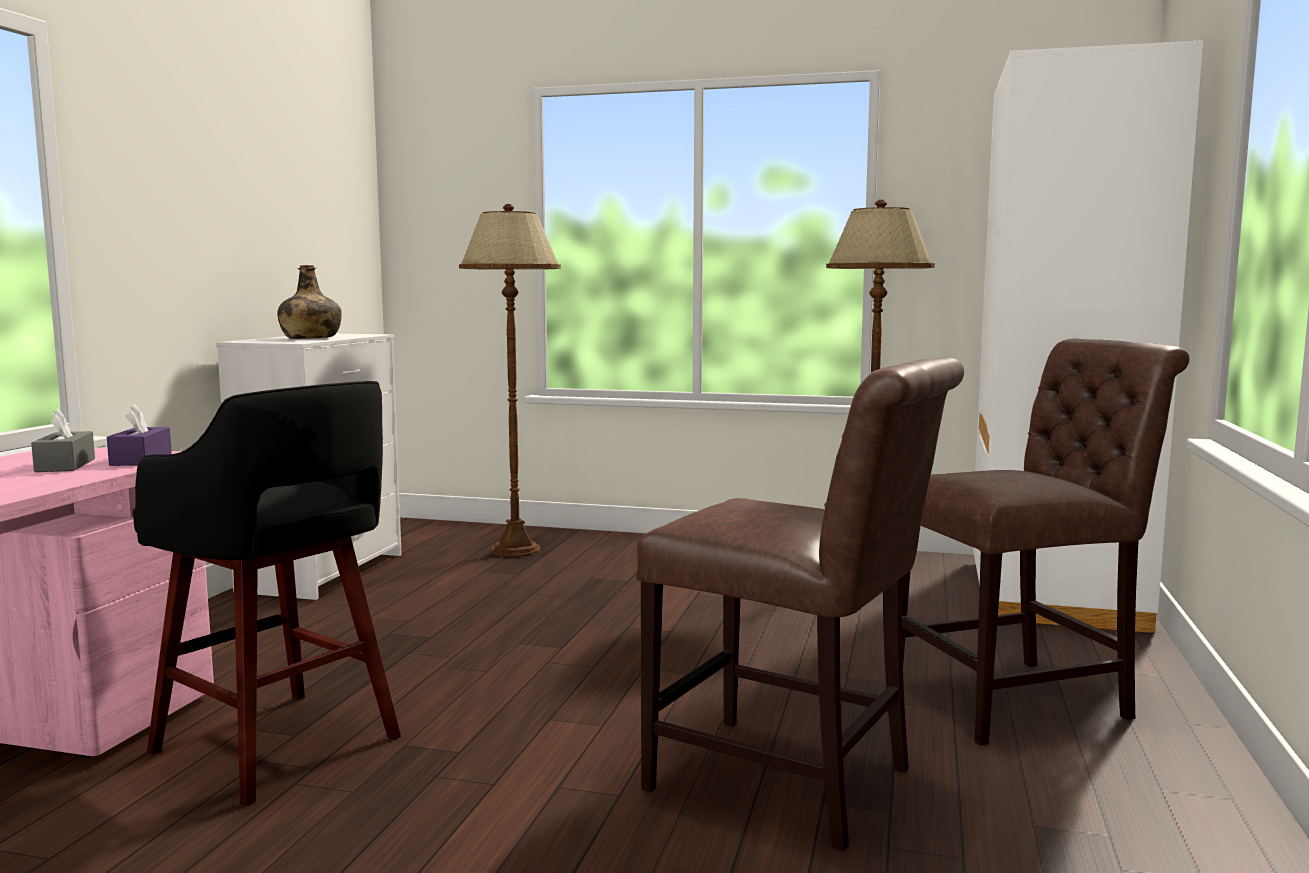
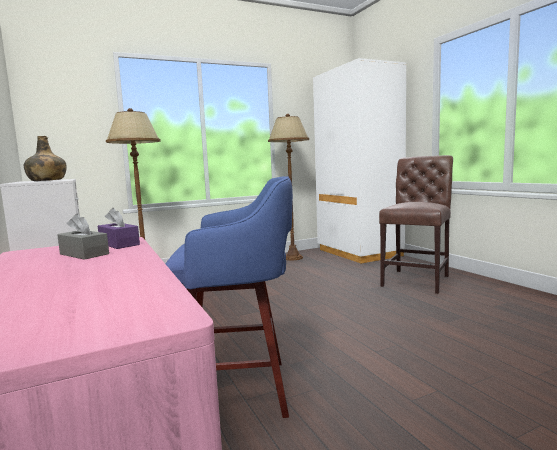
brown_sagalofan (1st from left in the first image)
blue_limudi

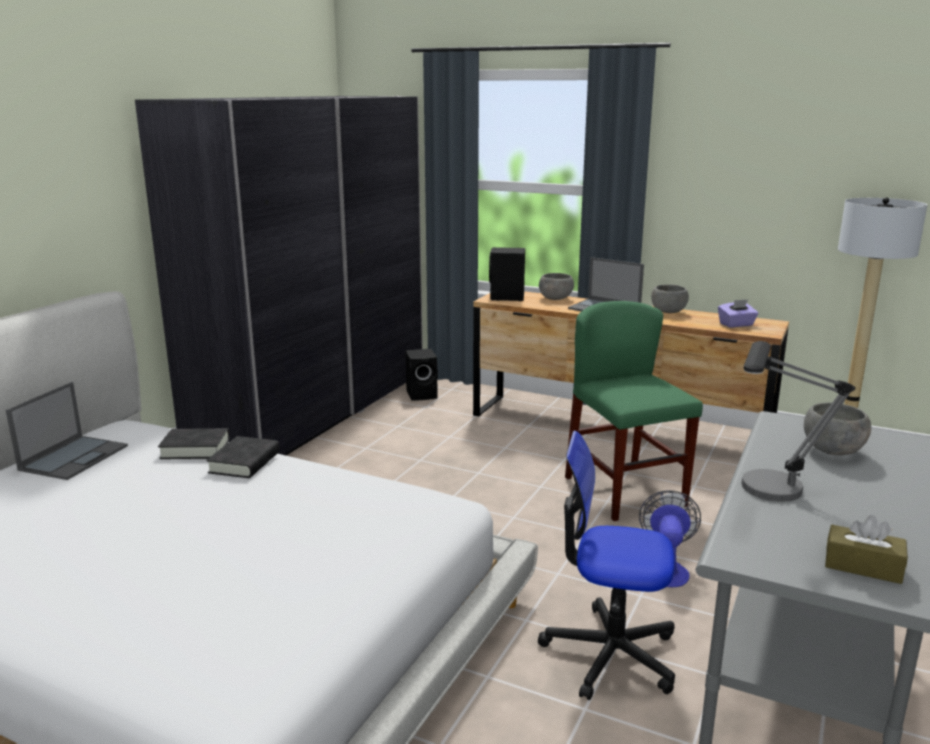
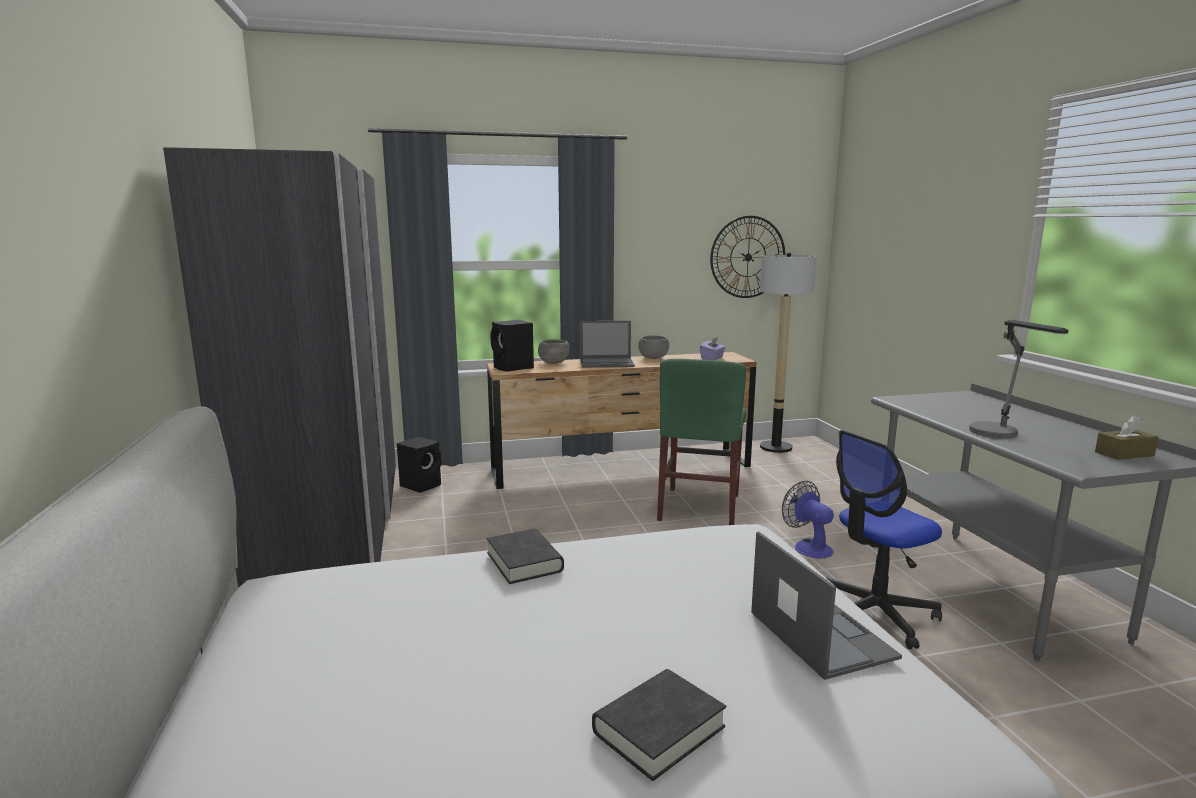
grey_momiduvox (3rd from left in the first image)
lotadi
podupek (2nd from left)
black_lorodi (2nd from left)
green_sagalofan

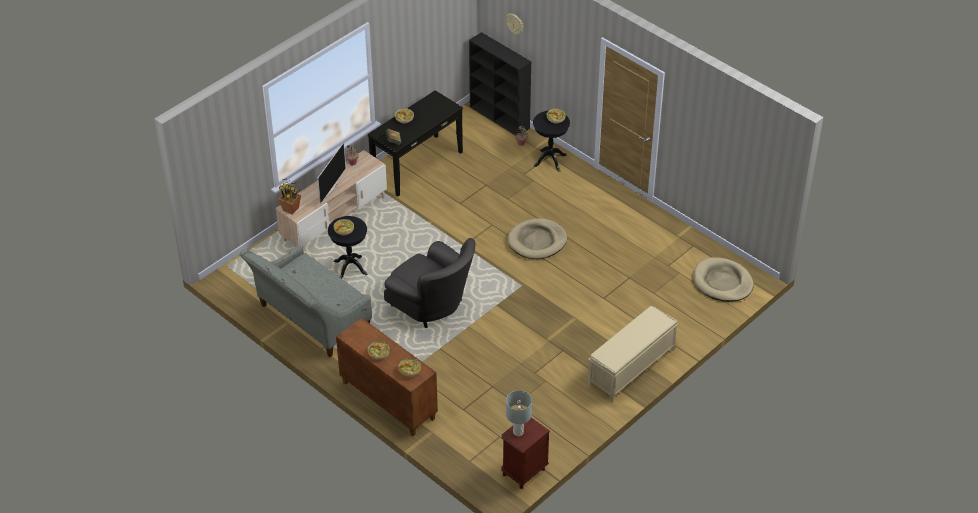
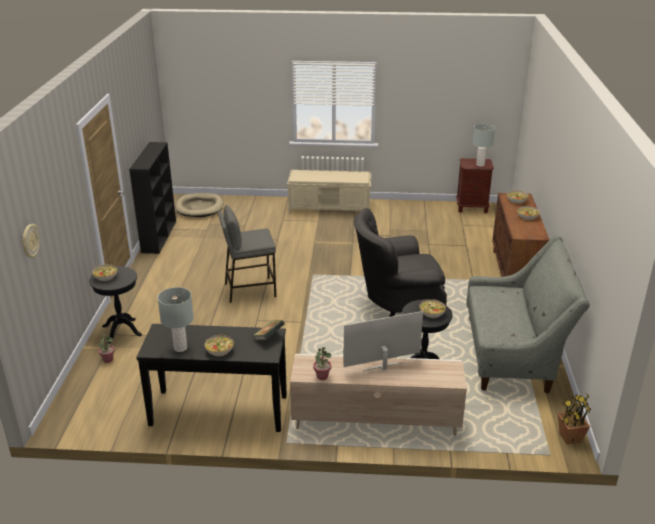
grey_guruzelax (1st from left)
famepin (3rd from left)
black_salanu
grey_limudi
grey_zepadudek

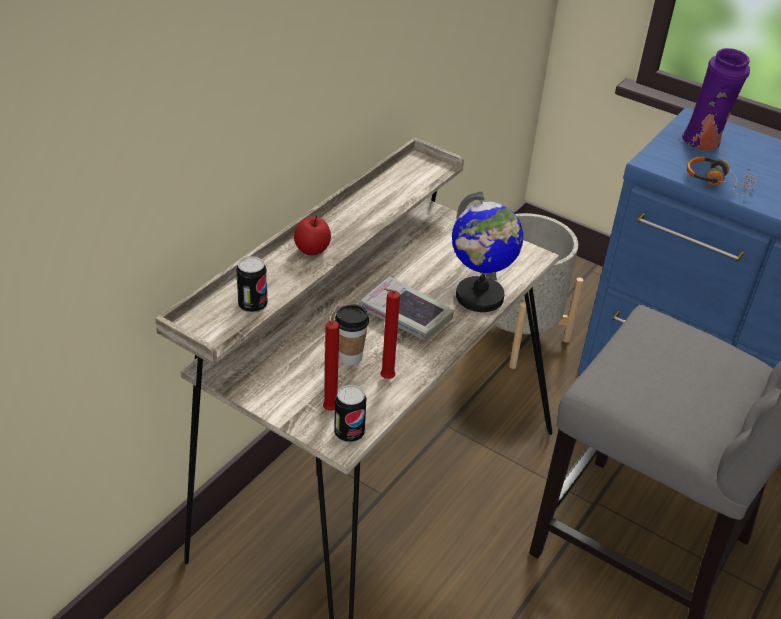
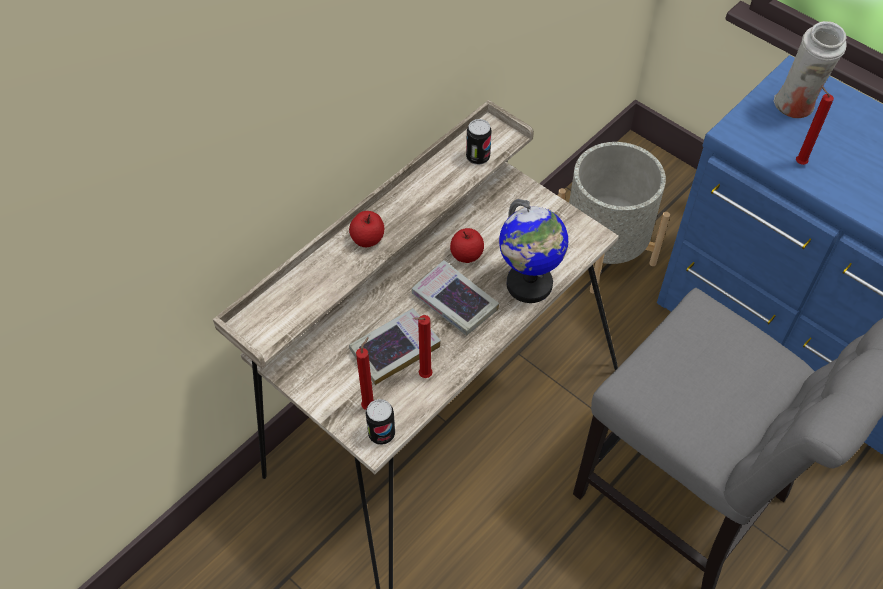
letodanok (2nd from left)
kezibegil (2nd from left)
lorodi (1st from left)
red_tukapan (3rd from left)
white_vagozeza

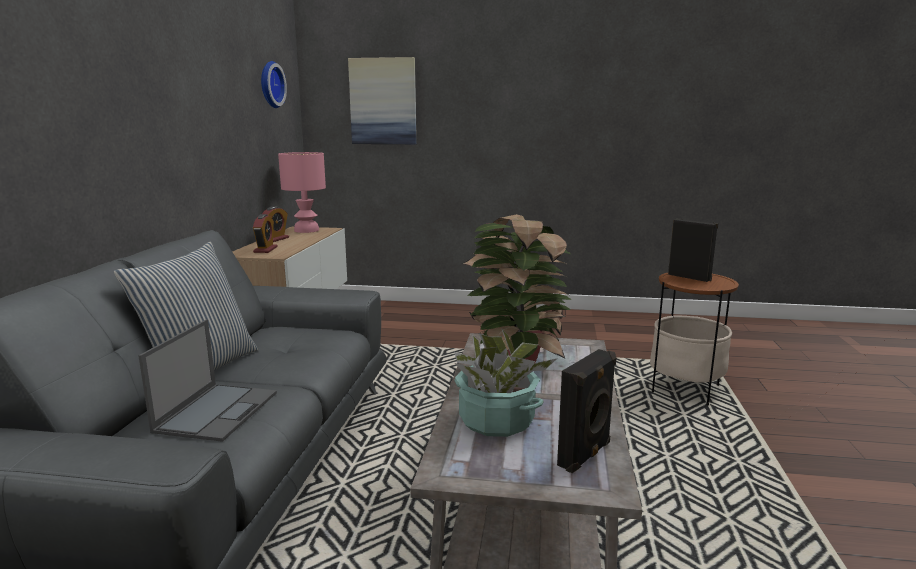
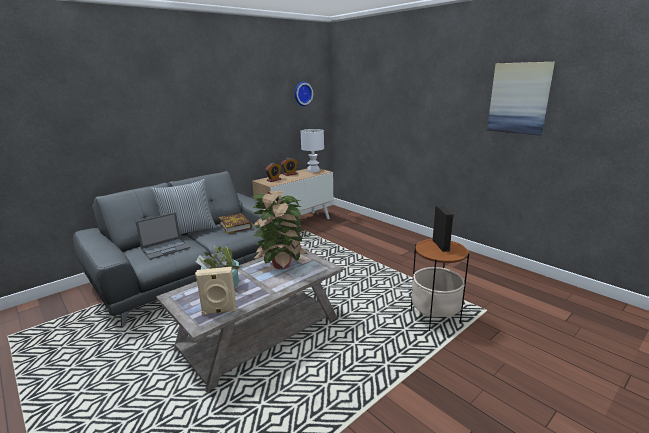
lorodi
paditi
white_guruzelax
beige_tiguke

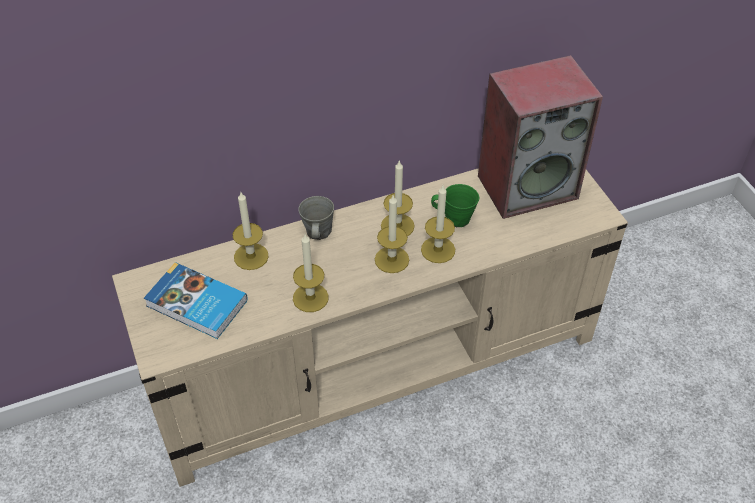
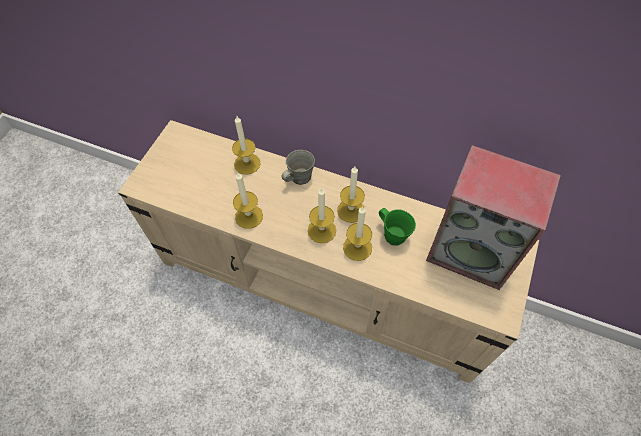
lorodi

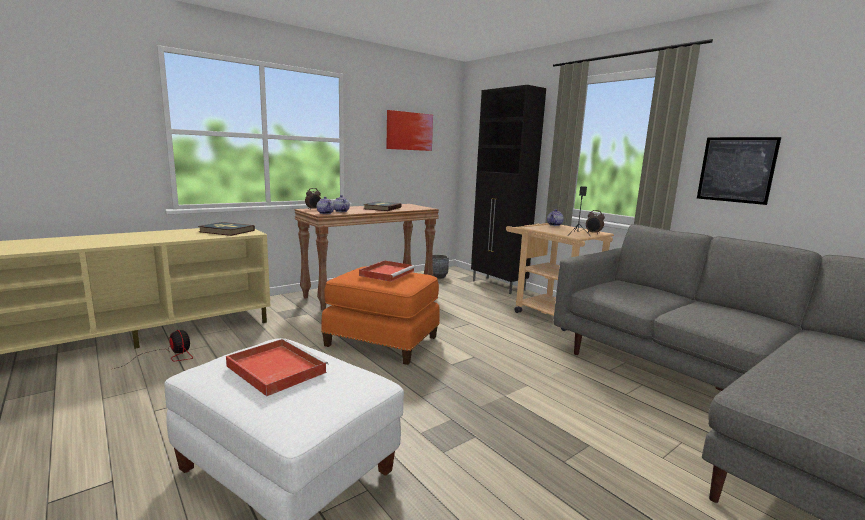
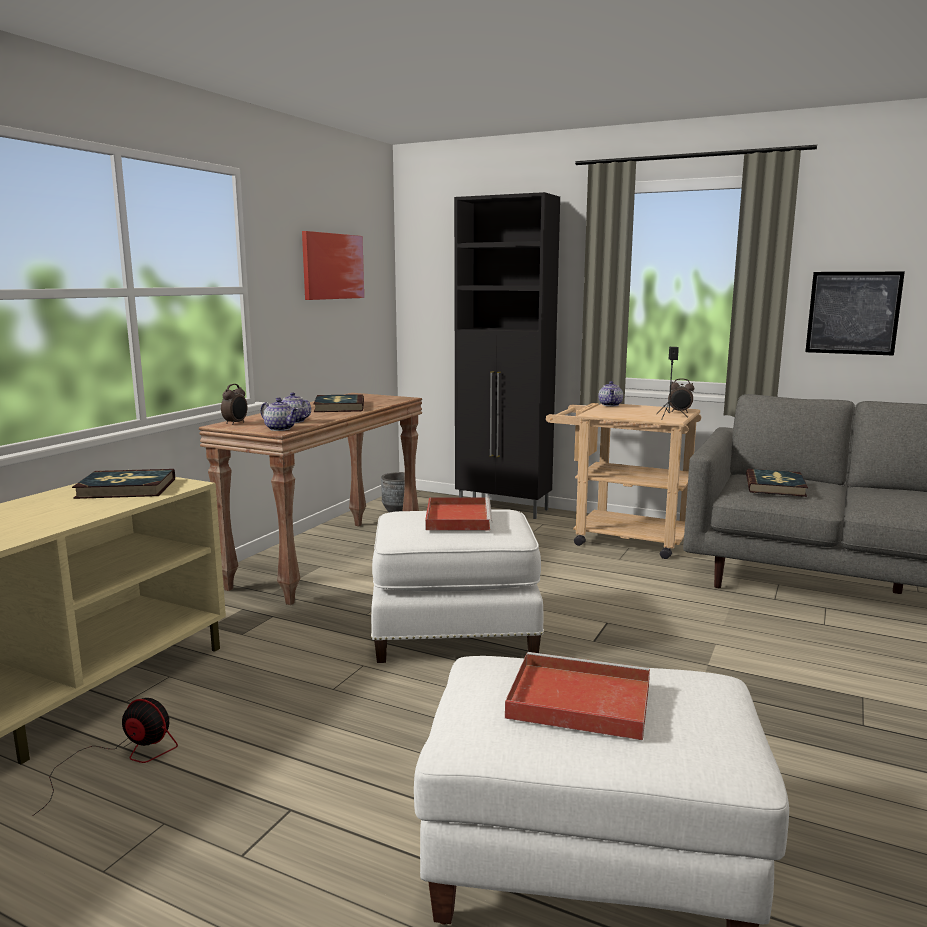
lorodi (3rd from left)
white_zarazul (1st from left)

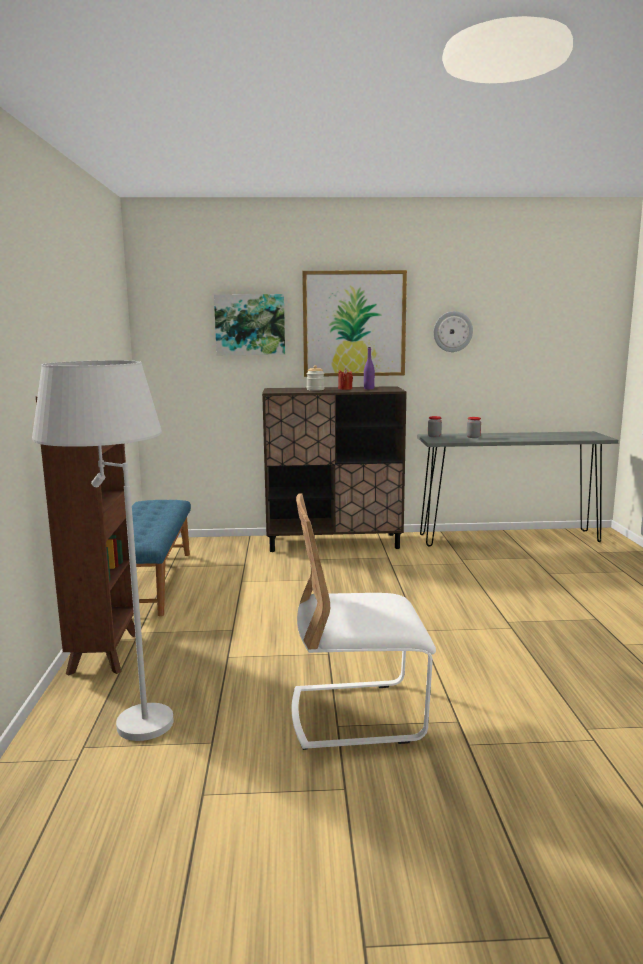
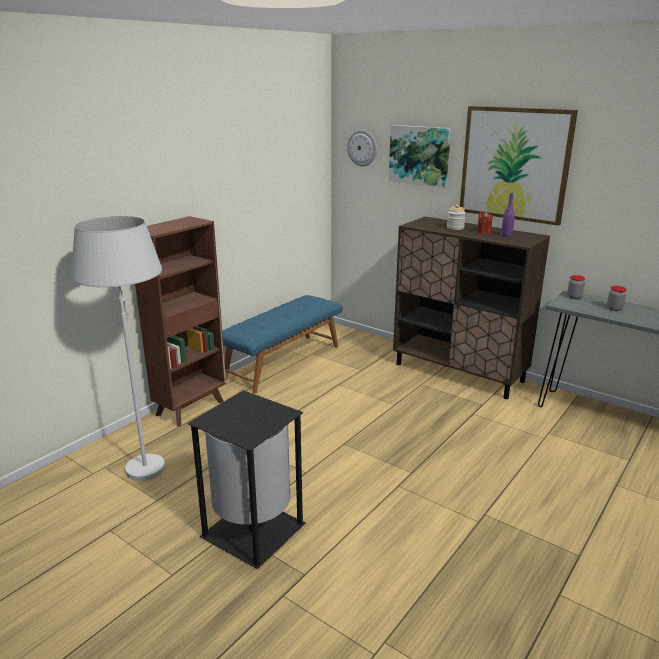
lotadi
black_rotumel

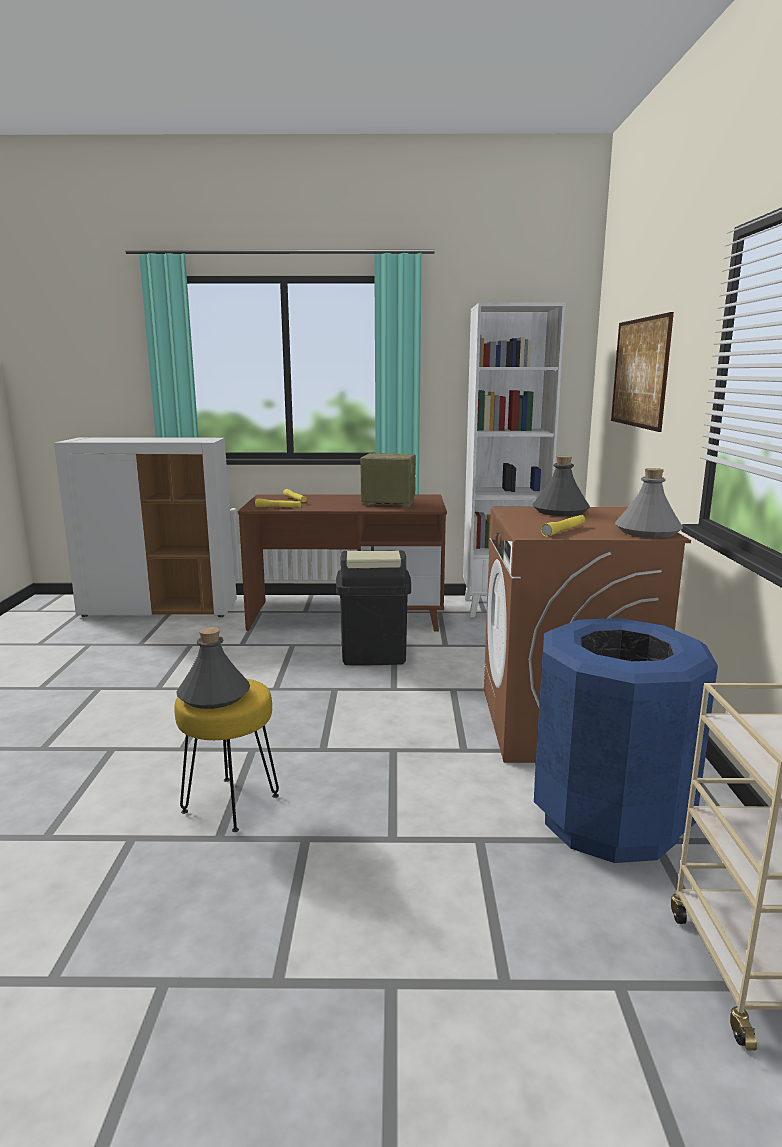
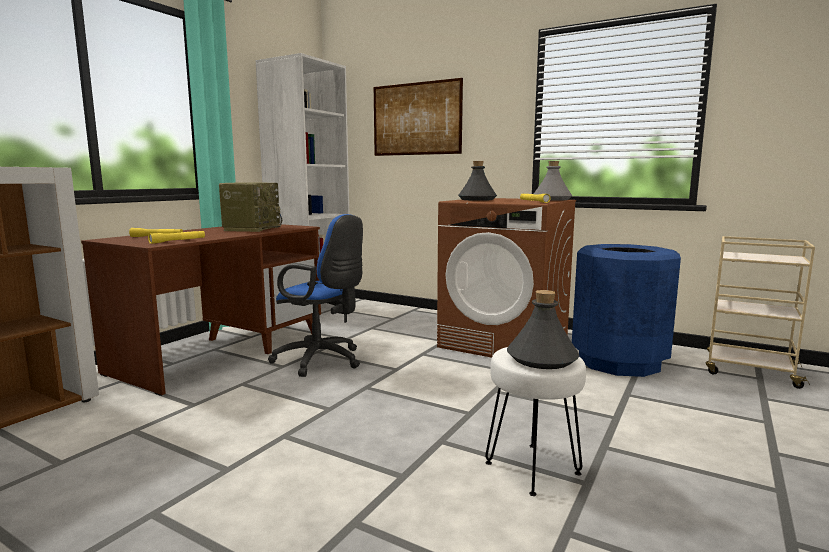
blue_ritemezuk
white_limudi
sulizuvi

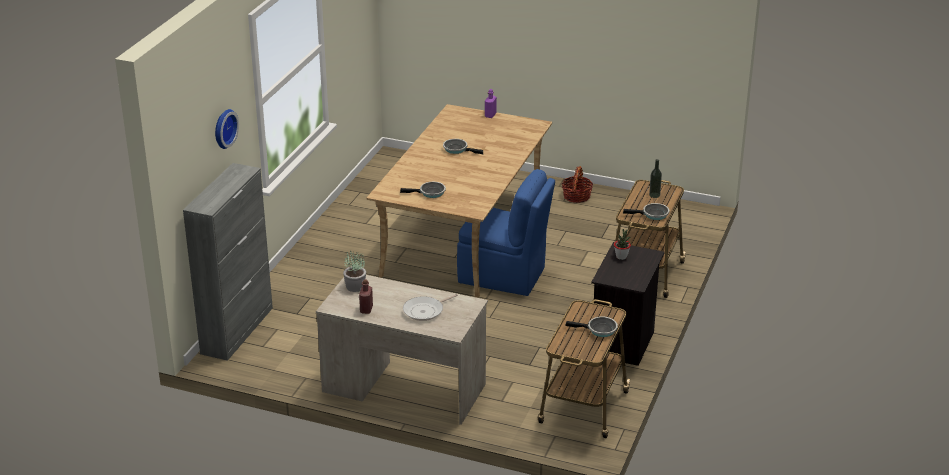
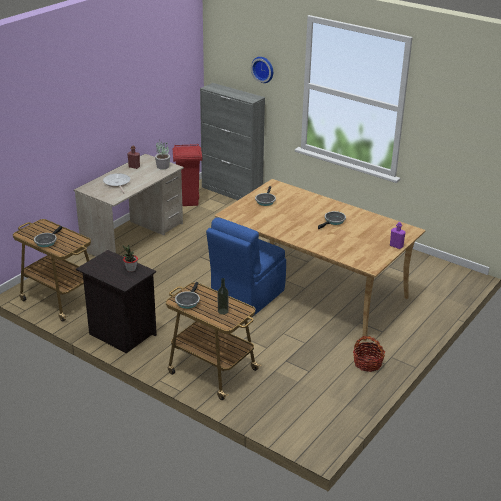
red_rotumel

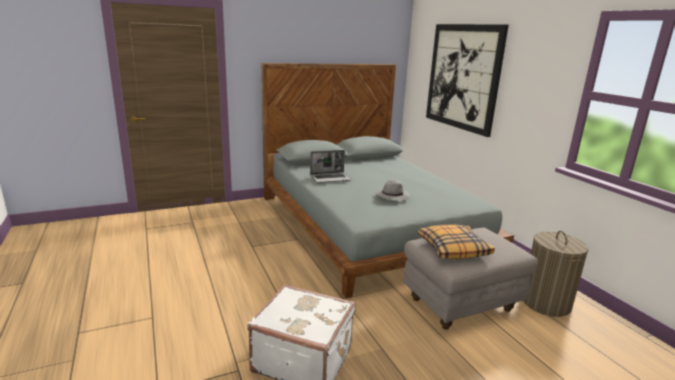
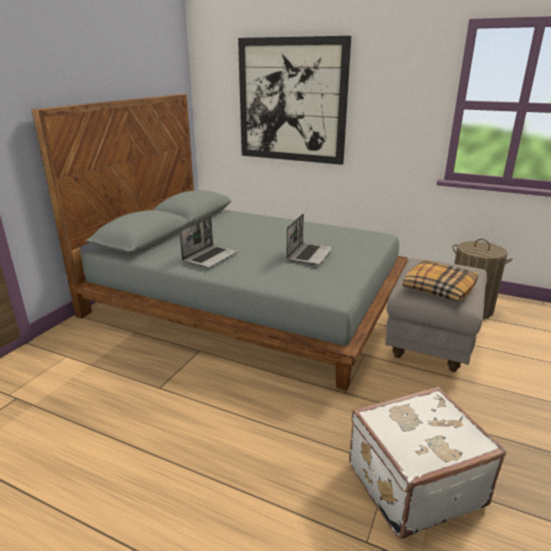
podupek (2nd from left)

